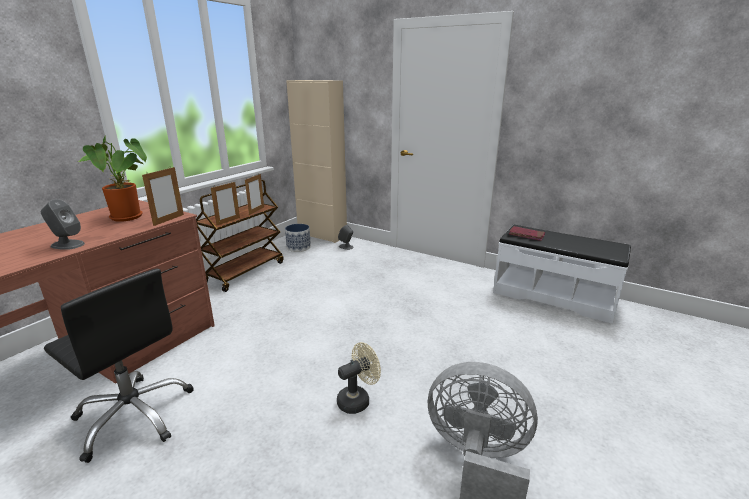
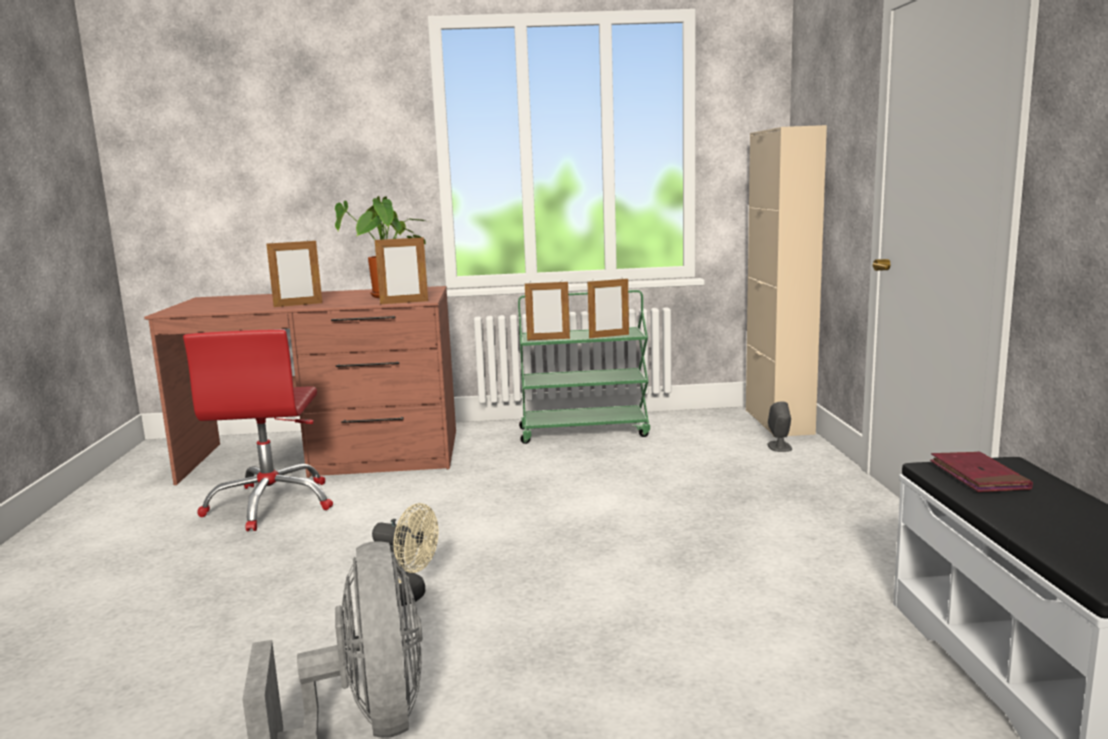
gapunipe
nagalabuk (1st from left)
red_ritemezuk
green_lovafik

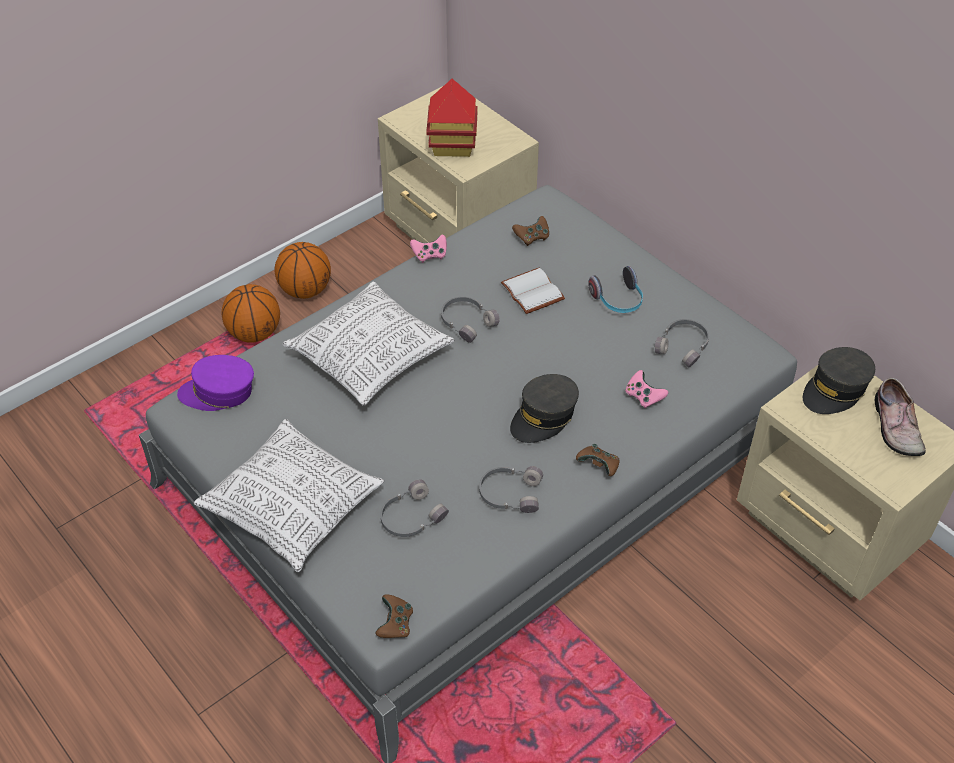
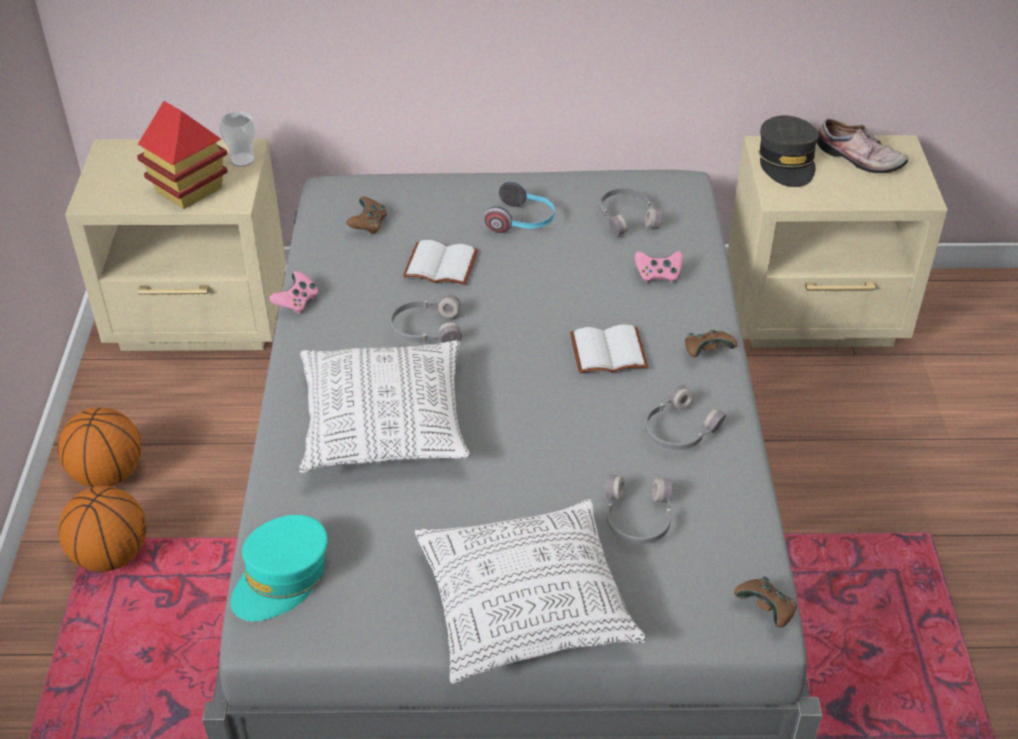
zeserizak
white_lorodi (2nd from left)
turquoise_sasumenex

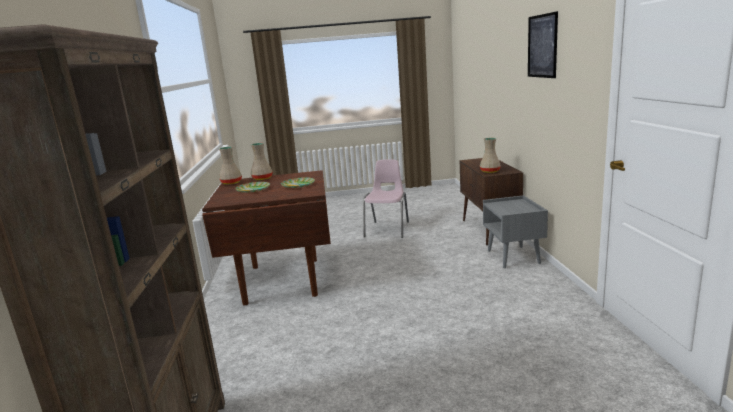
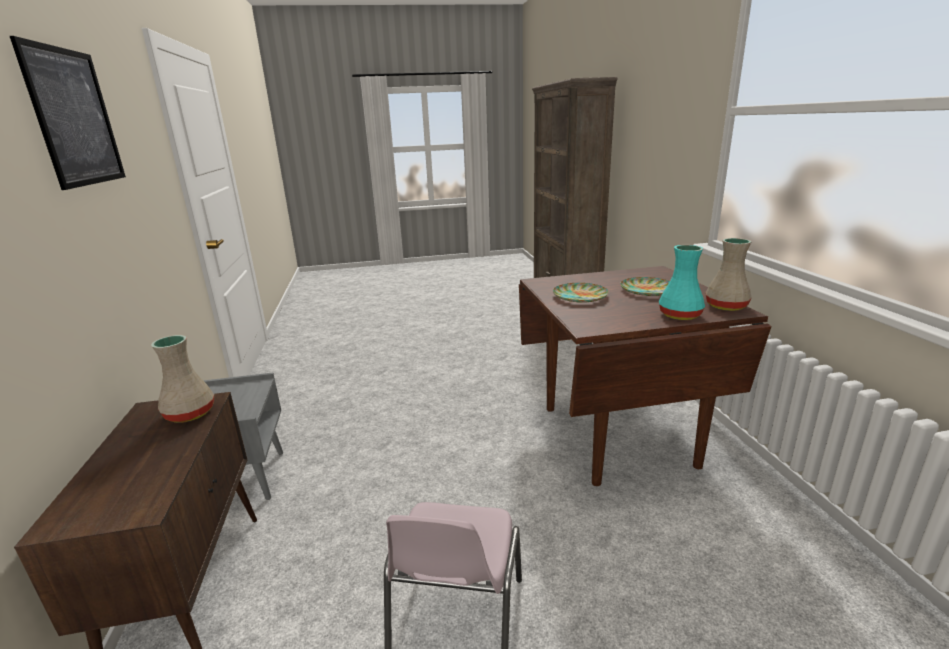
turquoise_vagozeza

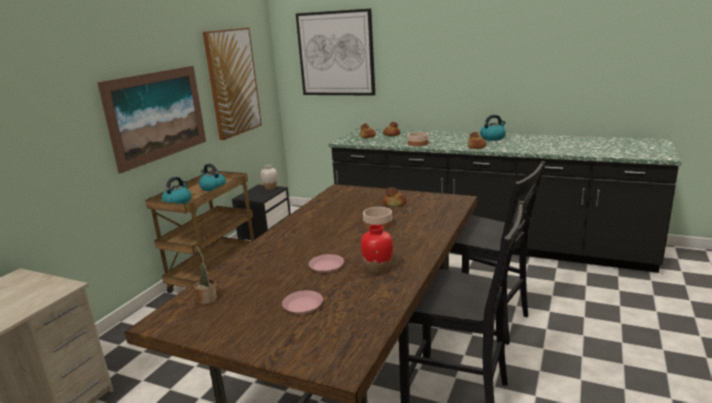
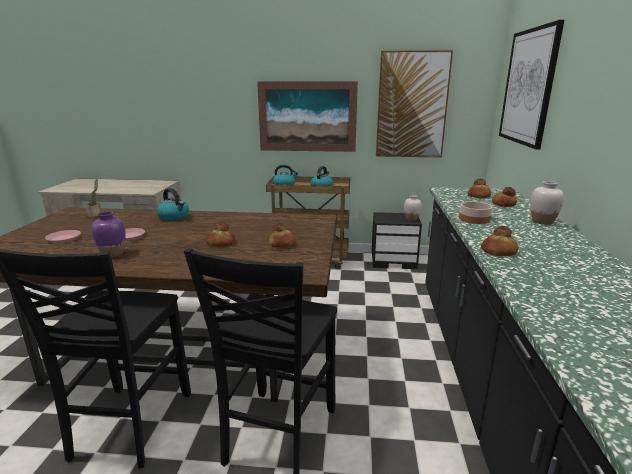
white_vagozeza (2nd from left)
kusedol (1st from left)
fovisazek (1st from left)
purple_vagozeza

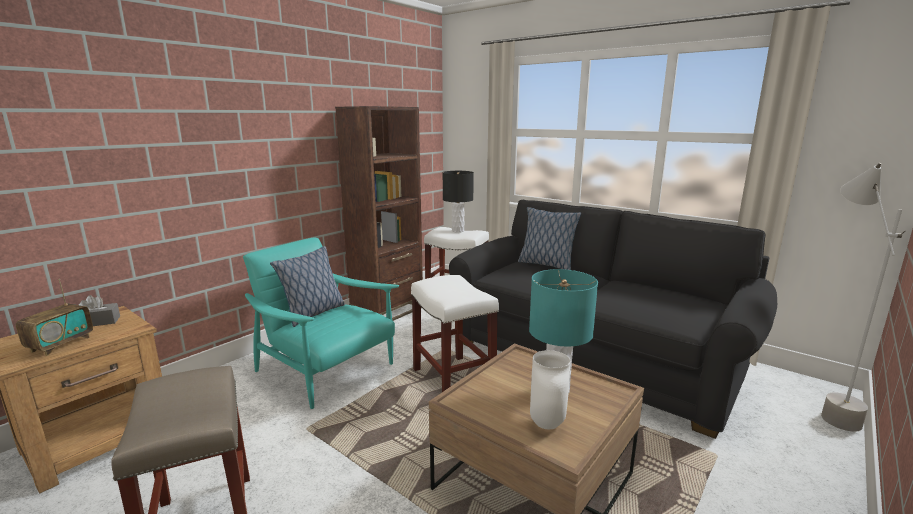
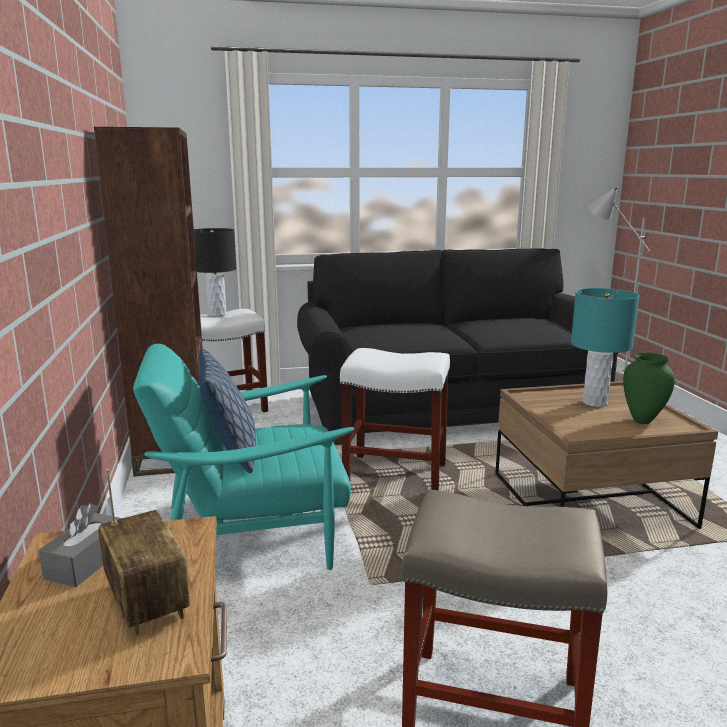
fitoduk (2nd from left in the first image)
green_vagozeza

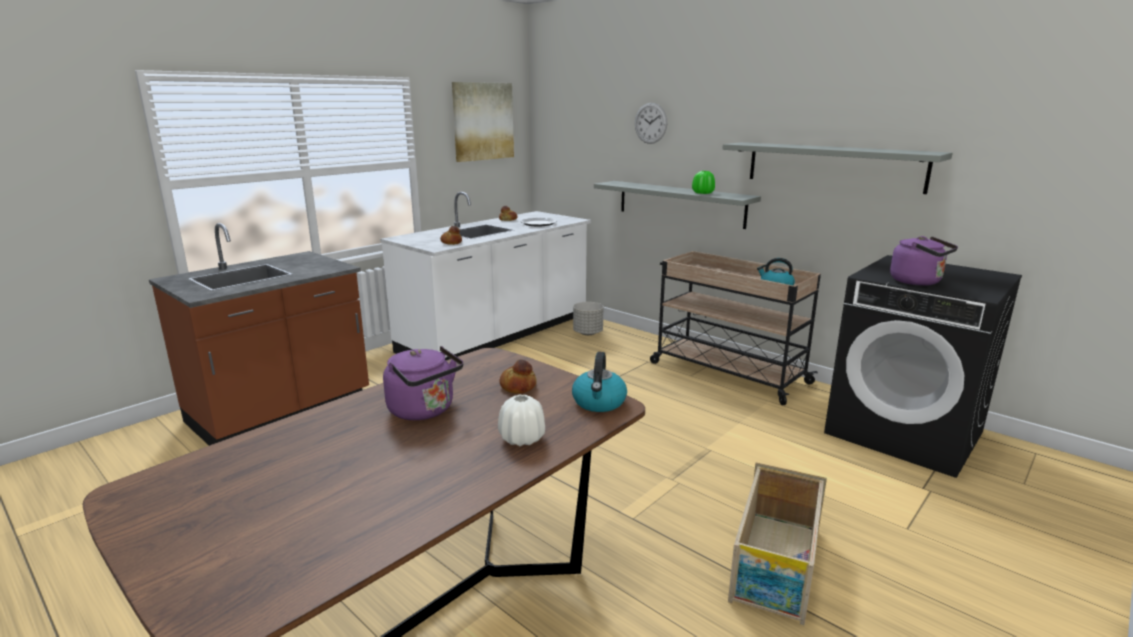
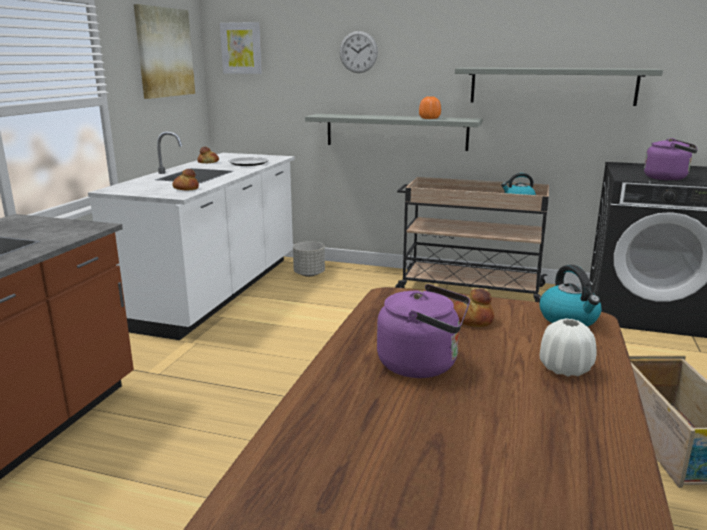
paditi (2nd from left)
orange_vagozeza

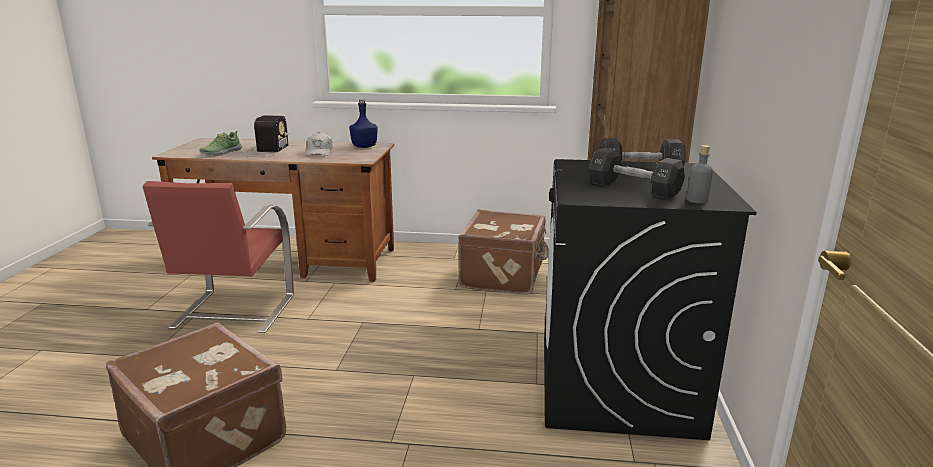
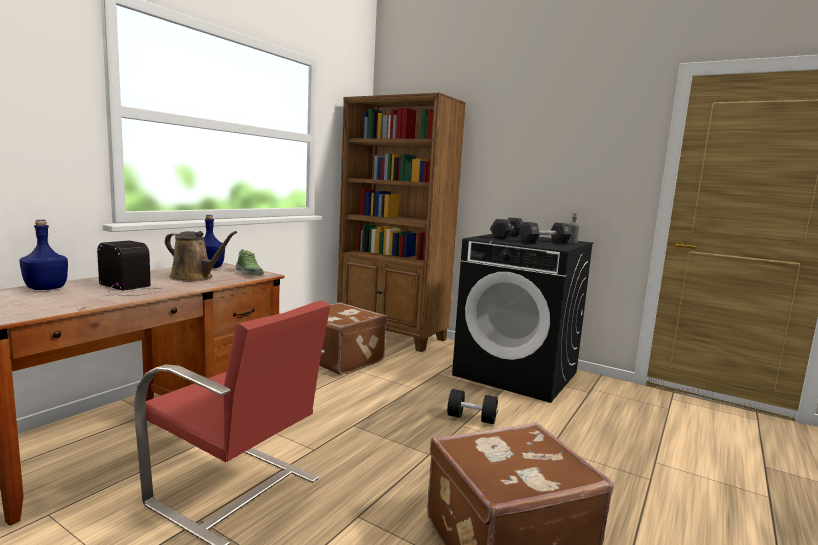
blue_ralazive (1st from left)
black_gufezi (1st from left)
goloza
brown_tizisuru

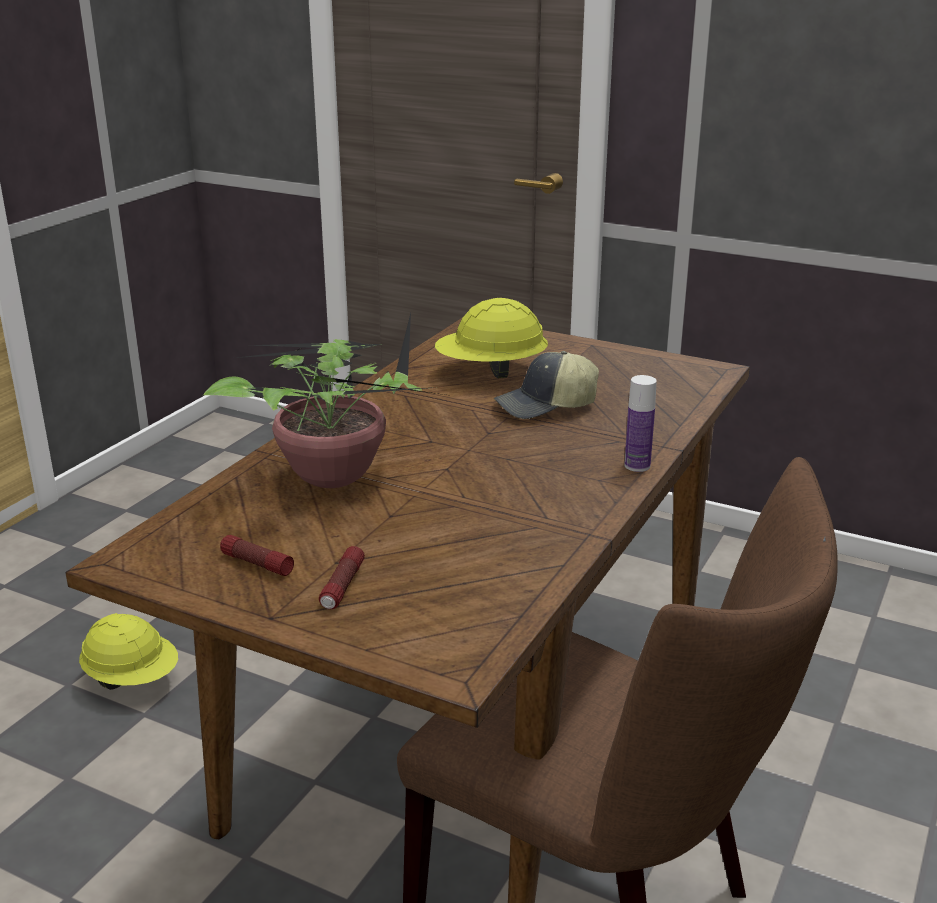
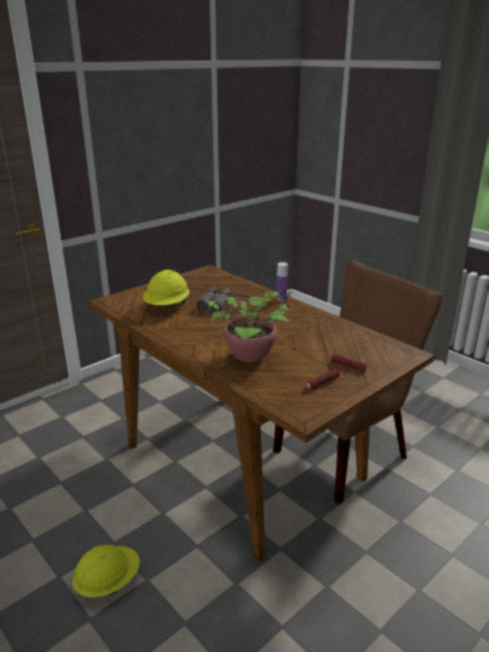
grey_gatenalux

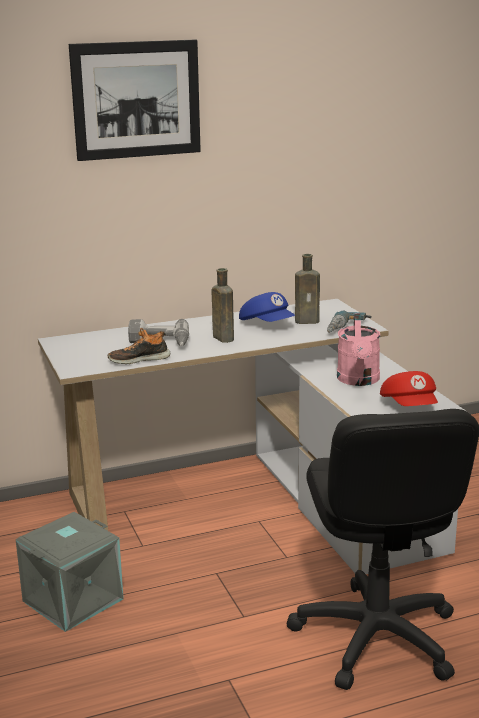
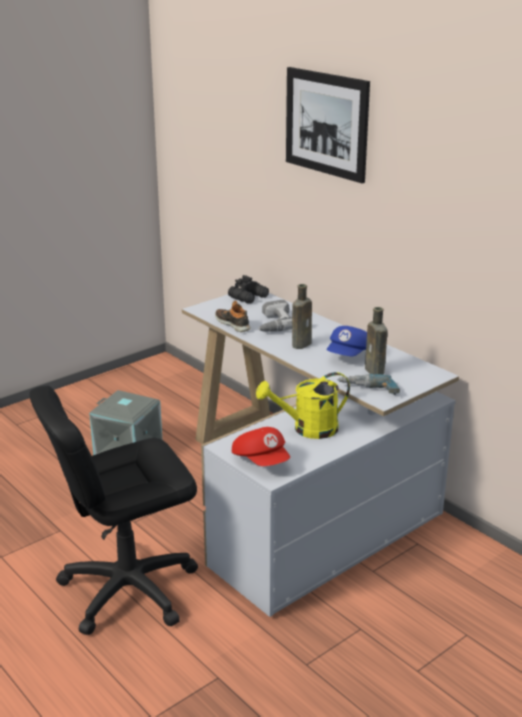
black_gatenalux
yellow_tizisuru
red_sasumenex

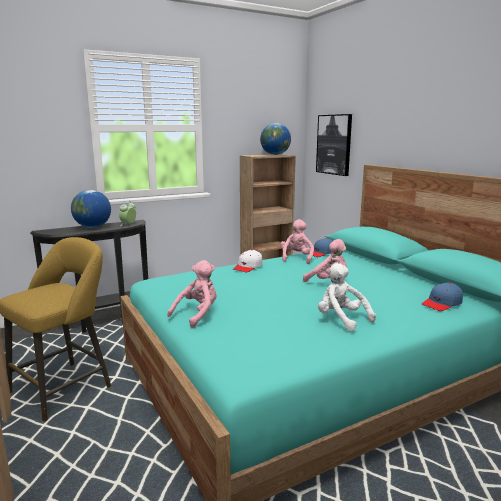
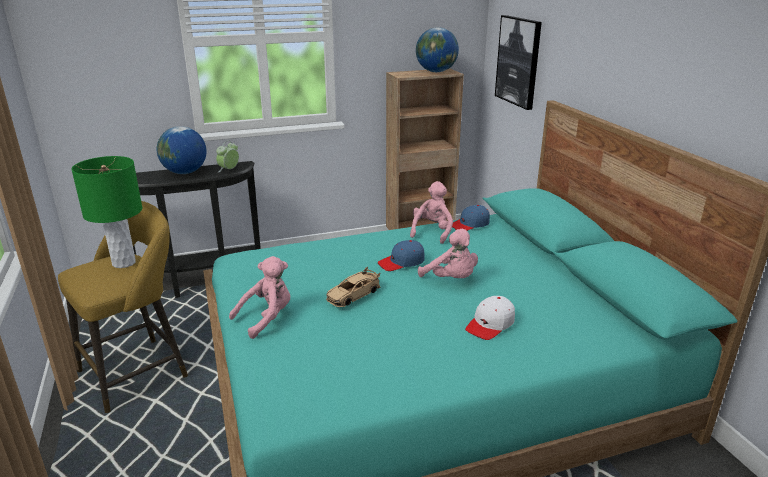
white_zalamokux
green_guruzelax
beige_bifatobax
white_sasumenex
blue_sasumenex (1st from left)

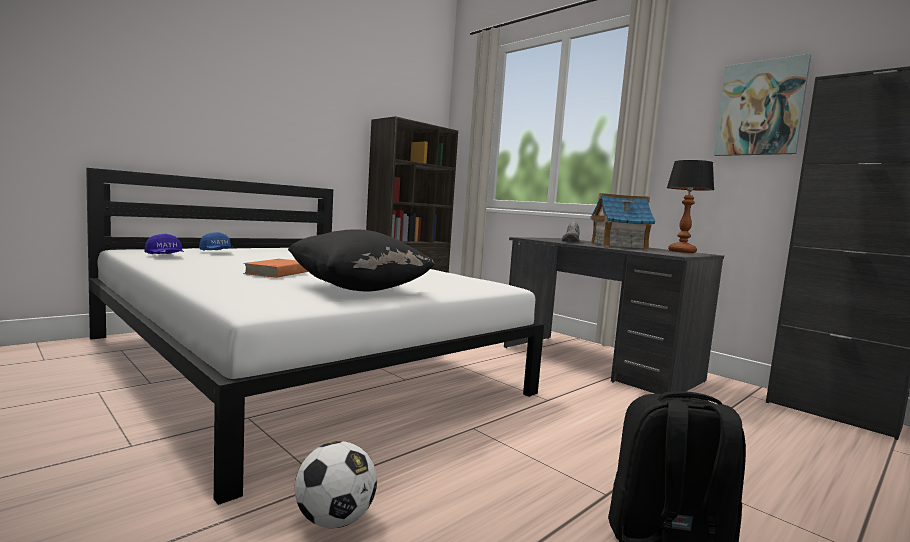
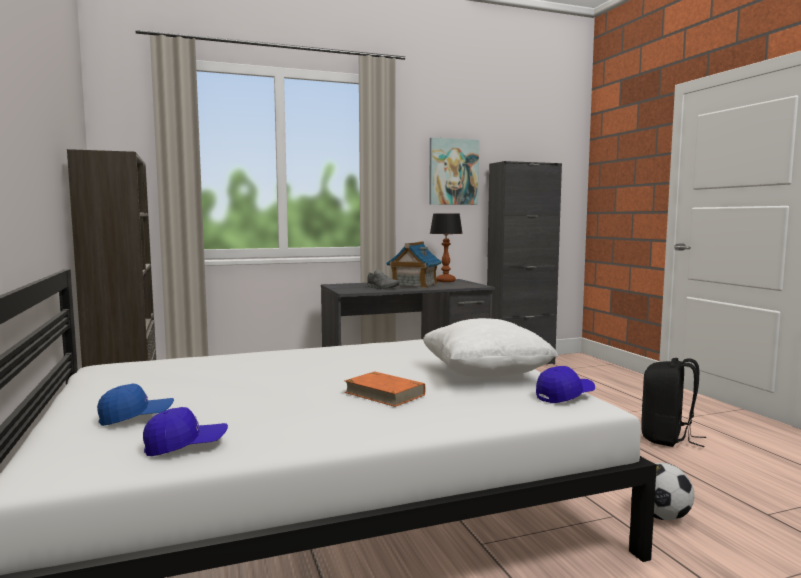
blue_sasumenex (3rd from left)
white_fitoduk

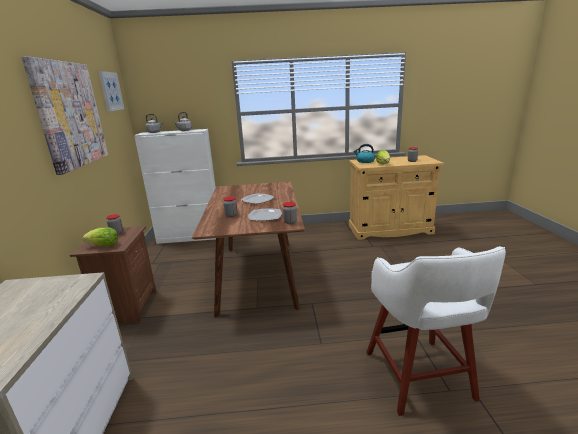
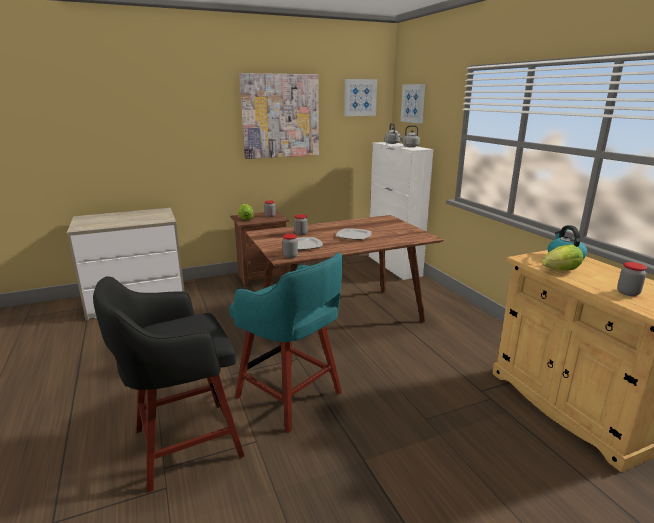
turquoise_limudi
paditi (3rd from left)
black_limudi

